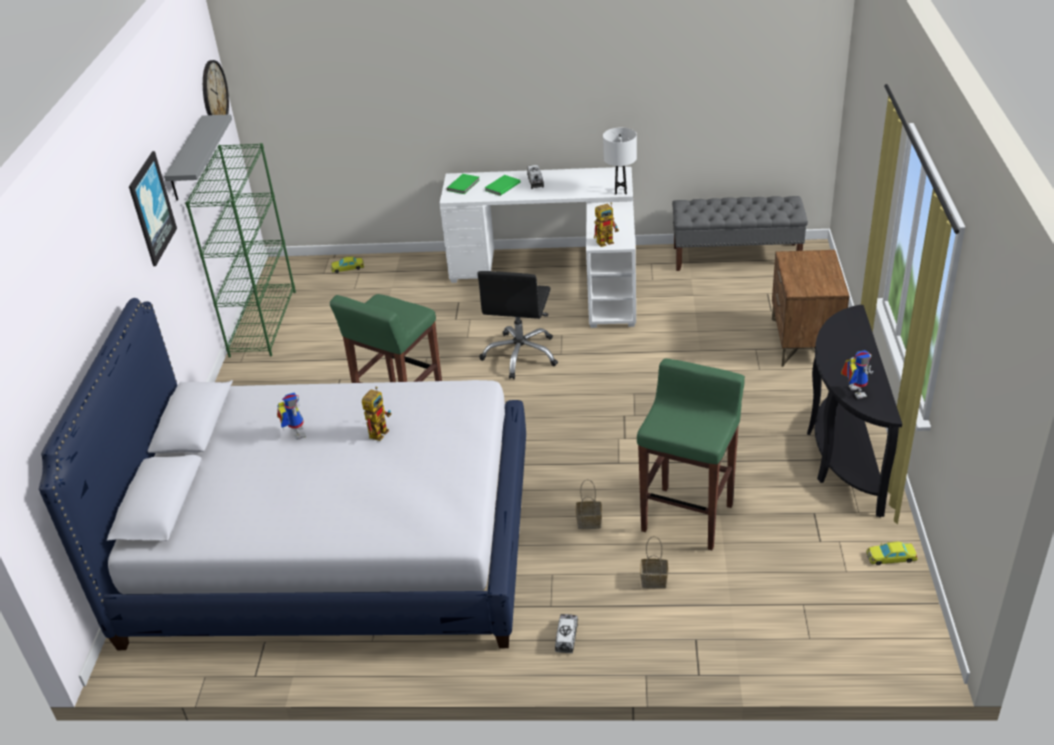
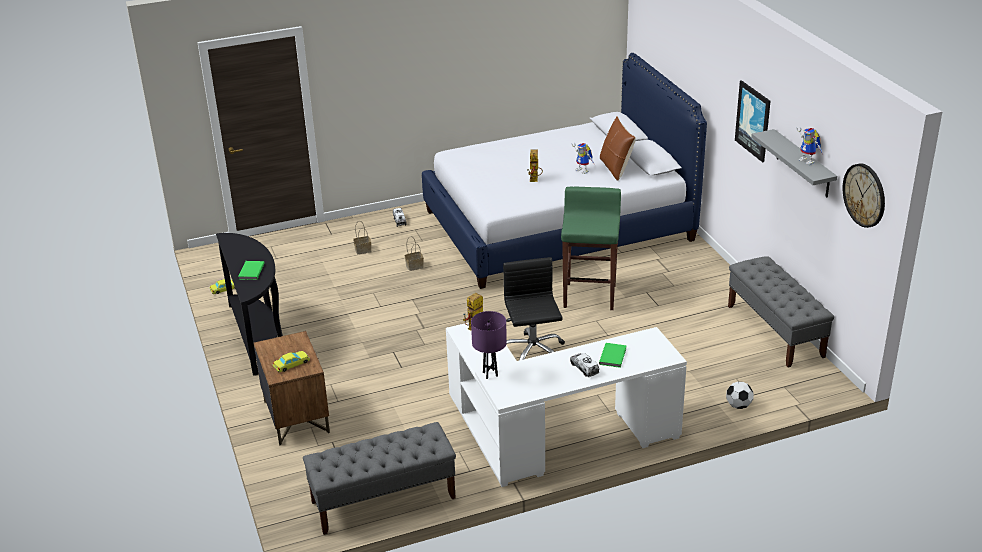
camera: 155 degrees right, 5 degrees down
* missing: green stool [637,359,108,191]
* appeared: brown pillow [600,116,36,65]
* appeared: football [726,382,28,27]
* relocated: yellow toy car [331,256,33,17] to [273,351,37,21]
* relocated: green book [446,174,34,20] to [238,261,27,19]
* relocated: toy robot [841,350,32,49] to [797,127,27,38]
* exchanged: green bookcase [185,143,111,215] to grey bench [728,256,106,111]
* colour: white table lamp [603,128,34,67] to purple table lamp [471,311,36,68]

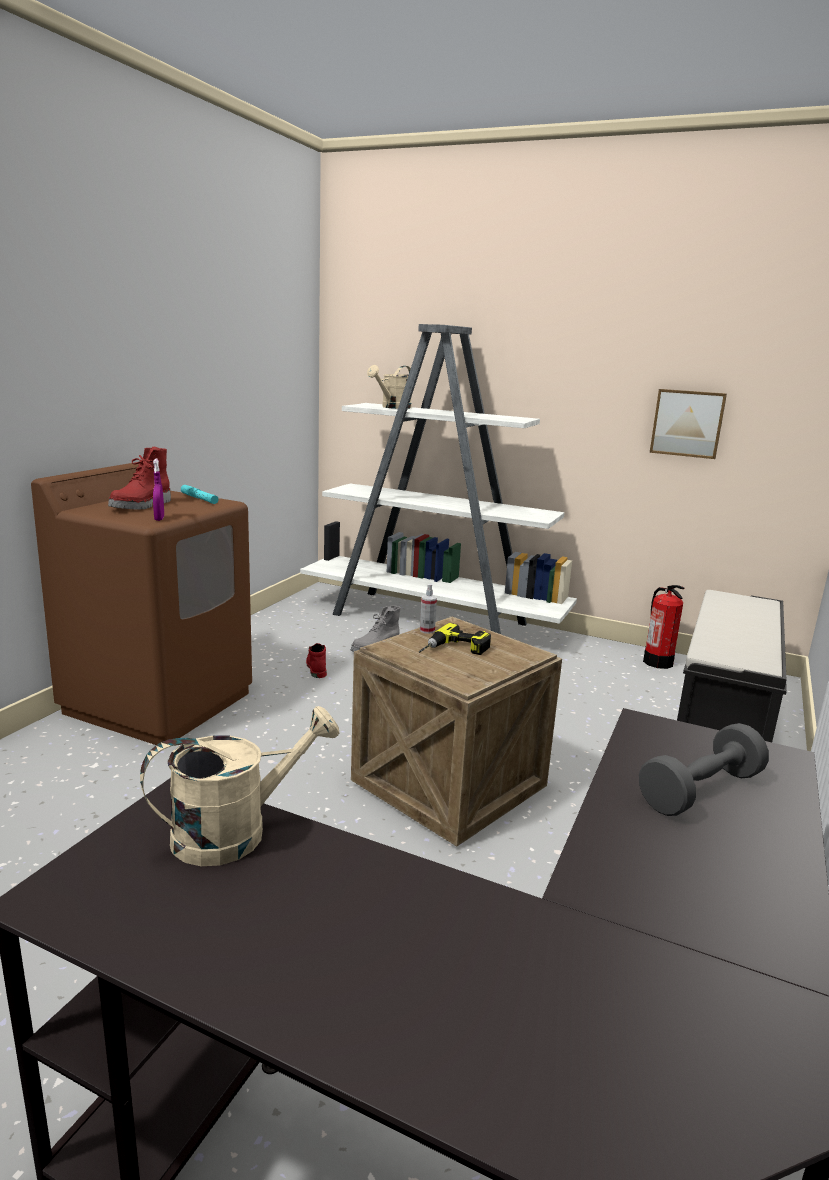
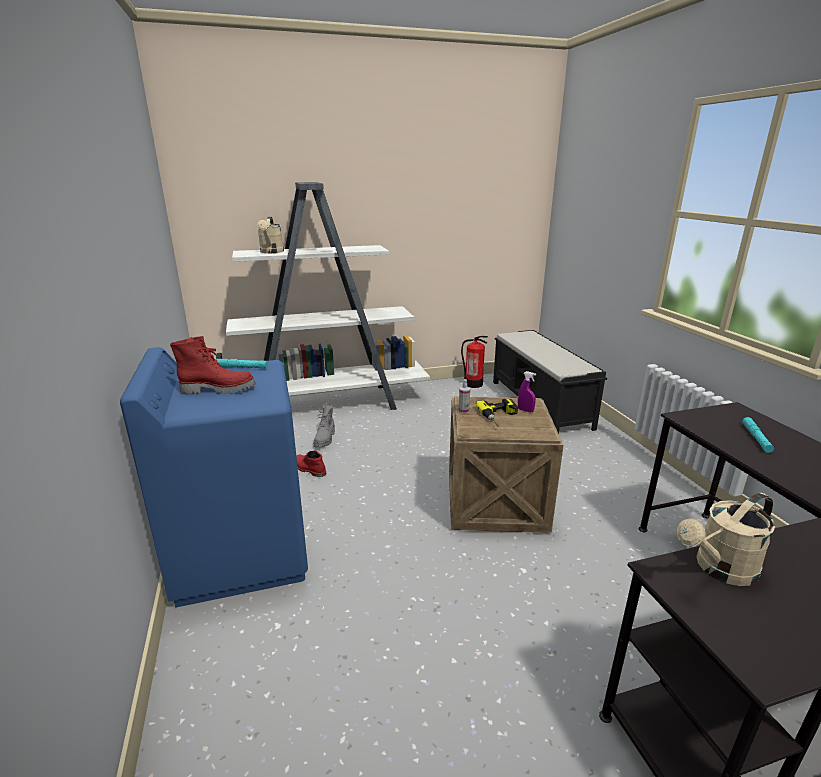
camera: 40 degrees left, 5 degrees up
* missing: picture [650,389,77,70]
* relocated: purple spray bottle [153,459,11,62] to [518,371,18,42]
* exchanged: grey dumbbell [639,723,130,93] to turquoise flashlight [742,417,32,36]
* colour: brown washing machine [31,462,221,283] to blue washing machine [120,347,188,261]
* spun: red boot [108,447,63,63] = [170,336,86,58] 75 degrees counterclockwise
* spun: beige watering can [140,706,200,160] = [677,493,98,93] 135 degrees counterclockwise

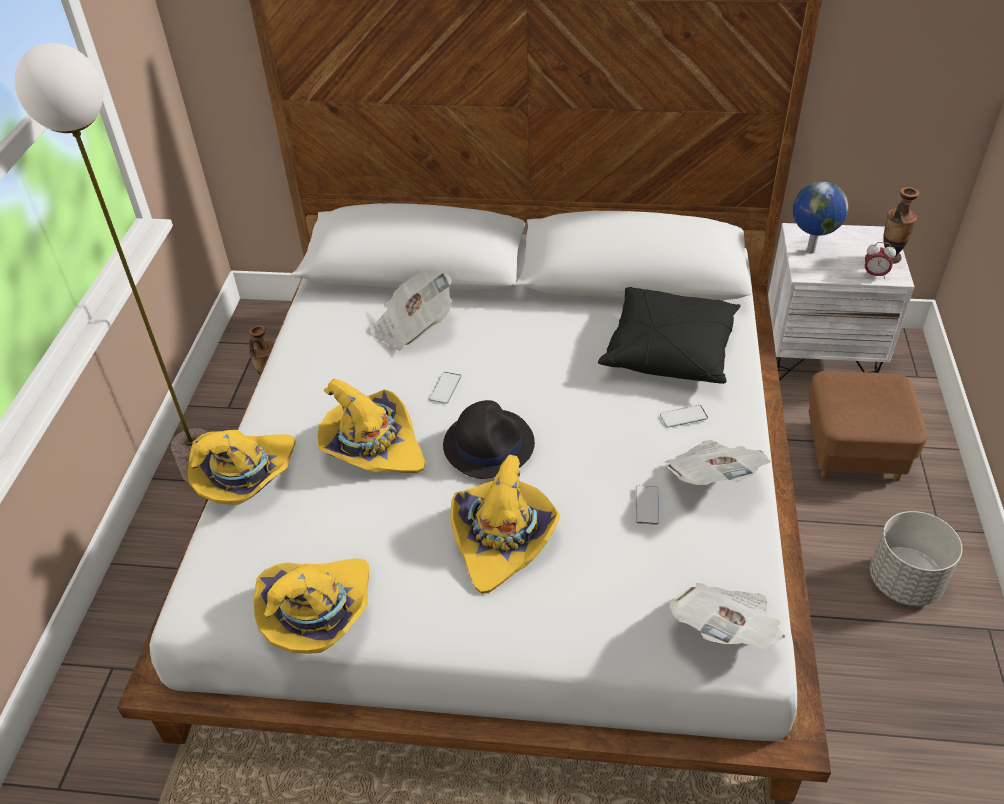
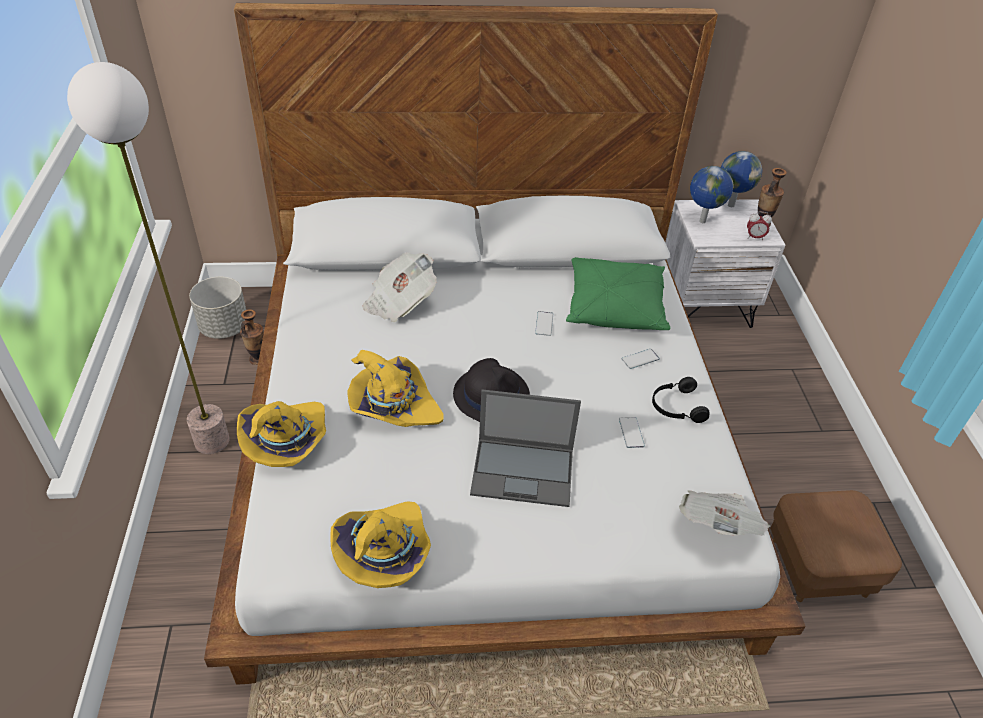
camera: 15 degrees left, 0 degrees up
* appeared: globe [721,151,41,56]
* relocated: phone [429,372,32,32] to [535,311,18,25]
* relocated: brown ottoman [808,371,120,110] to [770,490,132,112]
* relocated: grey planter [870,511,92,95] to [189,277,57,62]
* exchanged: yellow hat [450,454,110,140] to laptop [470,389,111,118]
* exchanged: newspaper [665,440,106,45] to black headphones [652,377,58,46]
* colour: black pillow [598,287,143,97] to green pillow [566,257,105,73]

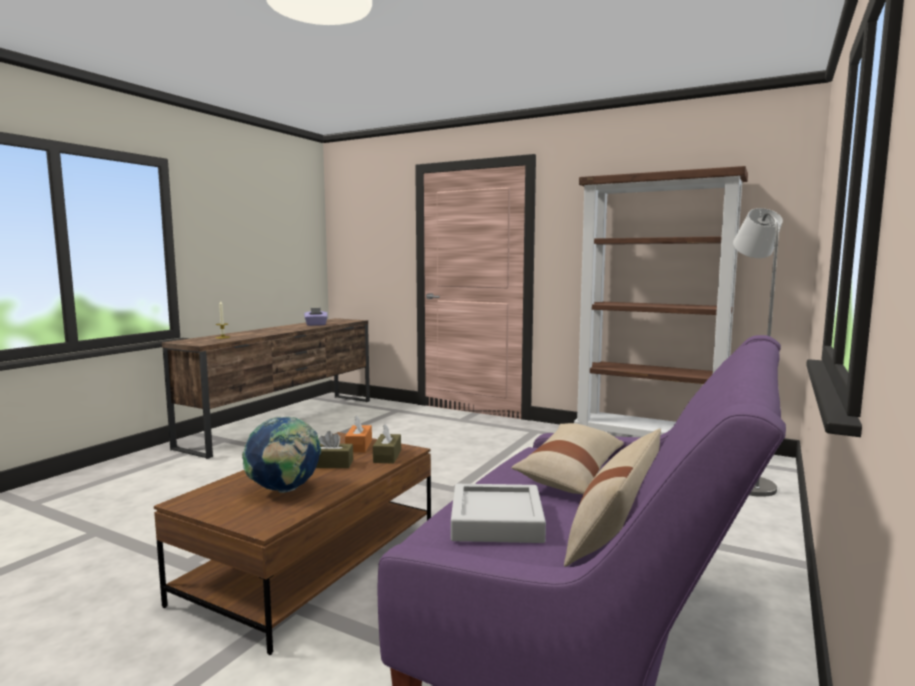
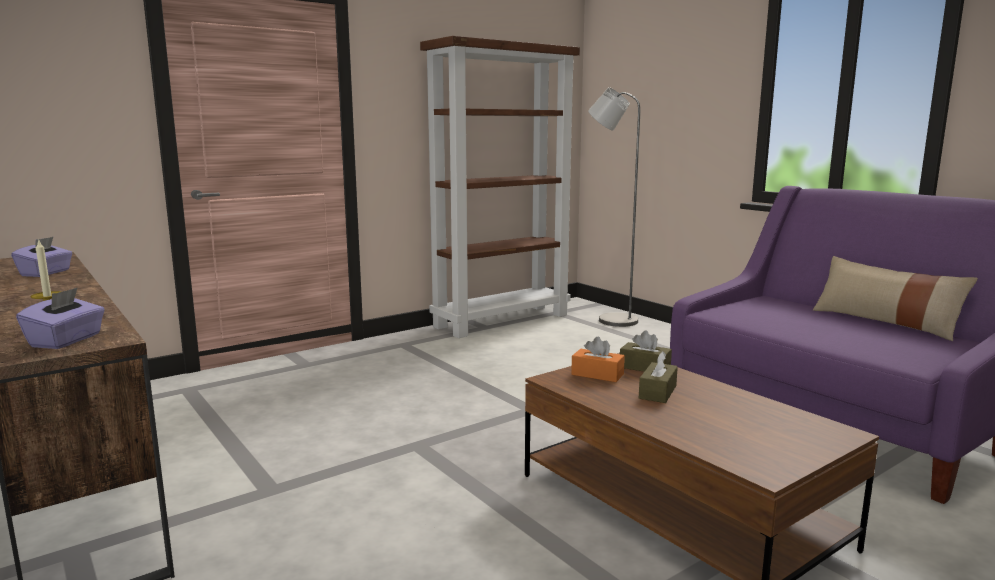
camera: 65 degrees left, 5 degrees up
* missing: globe [242,416,79,77]
* missing: grey tray [451,484,95,59]
* missing: beige pillow [511,423,113,72]
* appeared: purple tissue box [16,287,89,62]

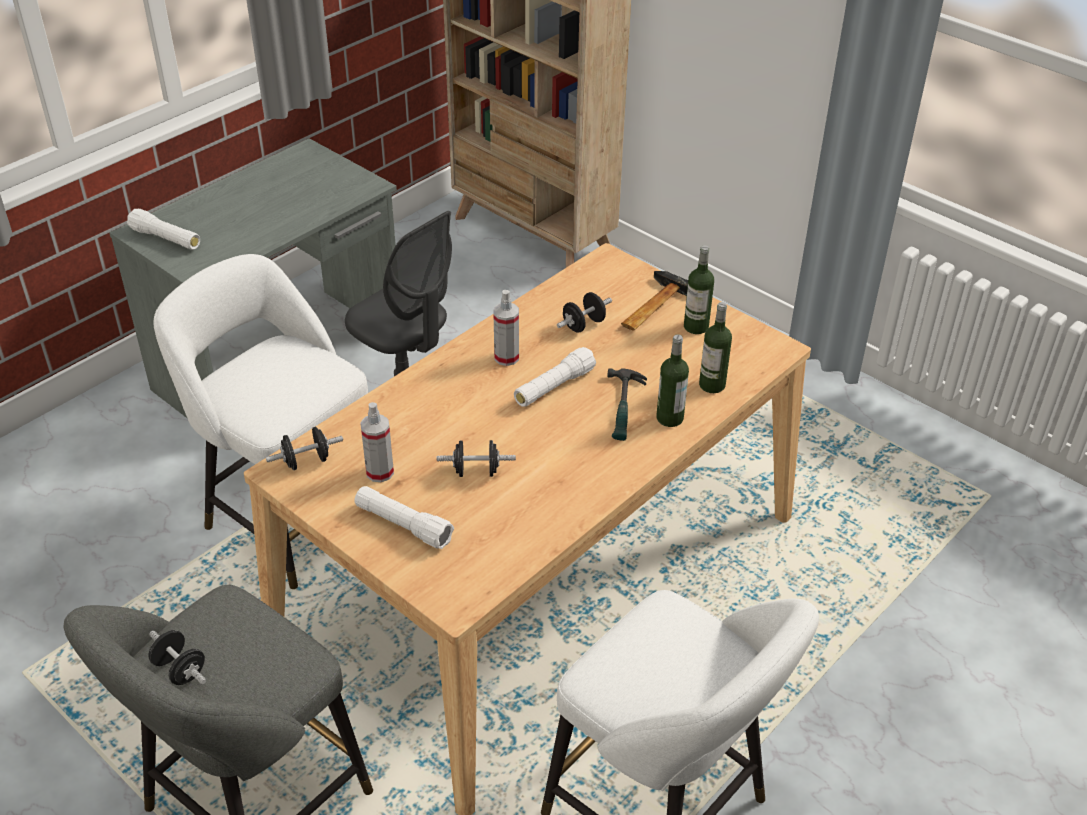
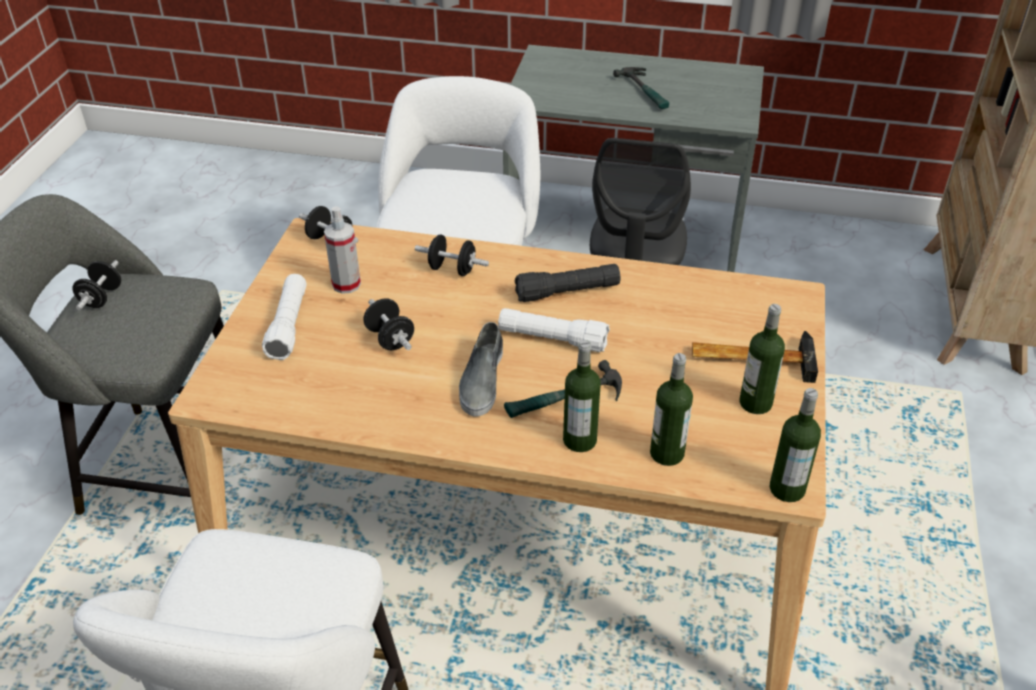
camera: 60 degrees right, 0 degrees up
* missing: white flashlight [127,209,73,41]
* appeared: grey shoe [459,322,44,95]
* appeared: hammer [613,67,56,42]
* appeared: bottle [770,388,51,114]
* relocated: black dumbbell [557,292,55,41] to [415,235,74,41]
* exchanged: spray bottle [493,290,26,76] to black flashlight [515,264,105,38]

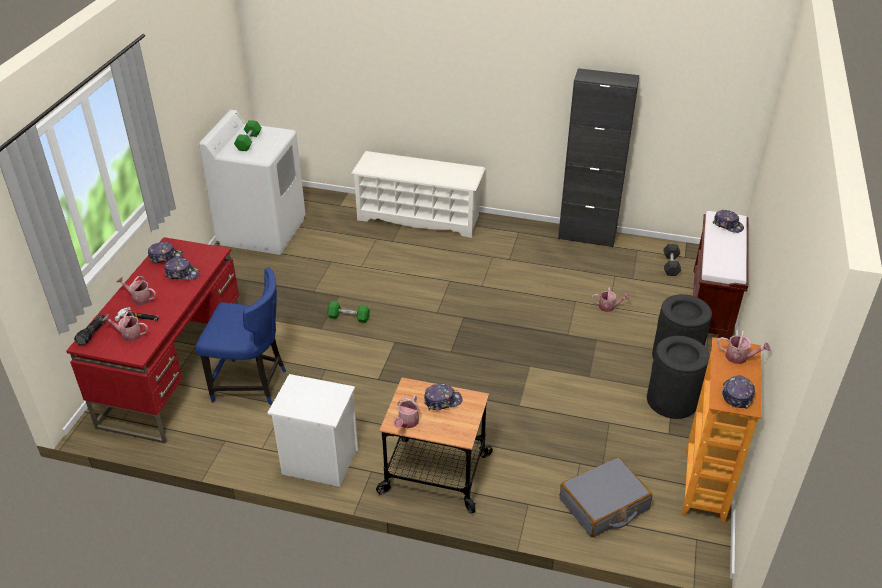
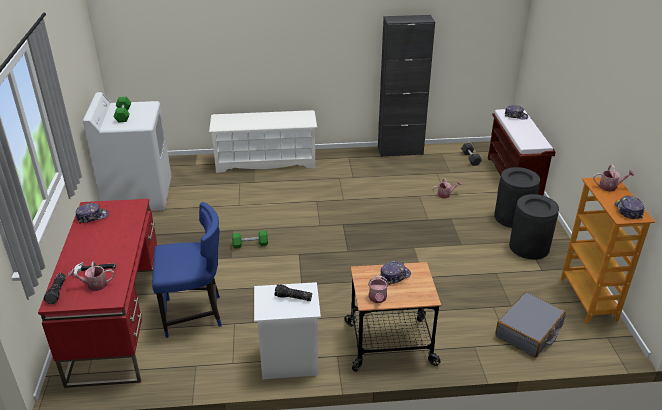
camera: 20 degrees left, 5 degrees down
* missing: watering can [116,276,40,29]
* missing: cap [164,258,36,22]
* appeared: flashlight [274,284,38,17]

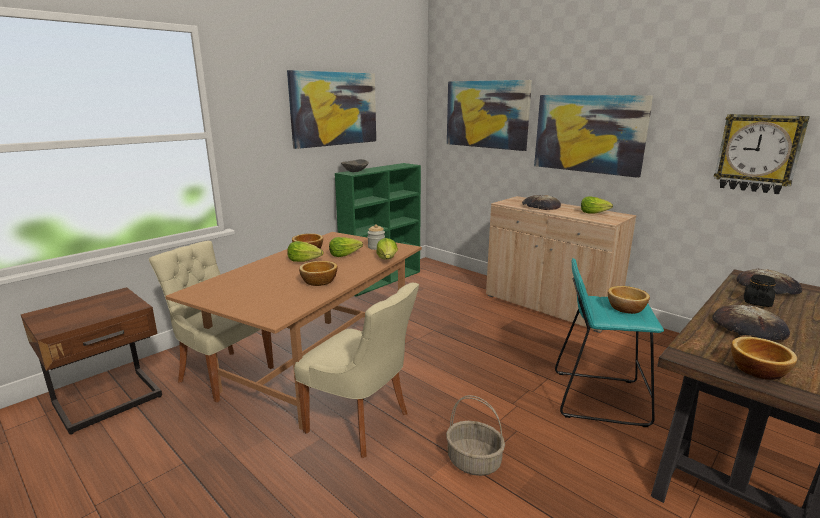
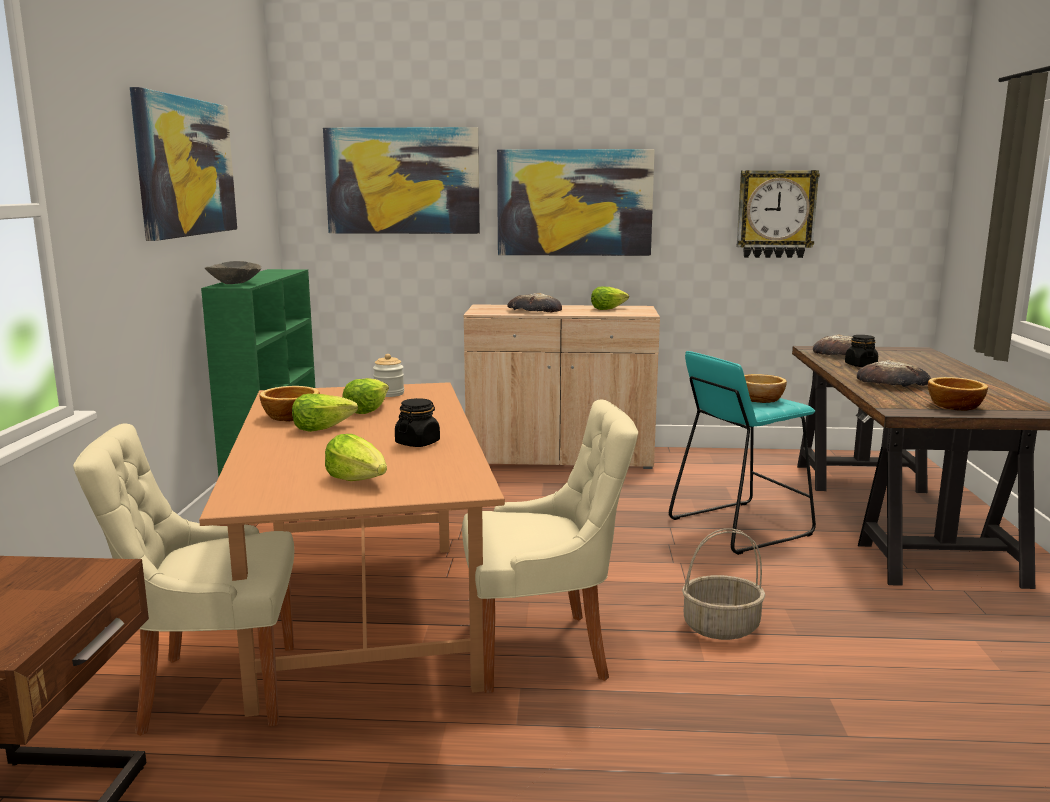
camera: 40 degrees left, 5 degrees down
* relocated: lettuce [376,238,22,21] to [325,434,62,47]
* exchanged: bowl [299,261,39,25] to black jar [395,398,45,49]

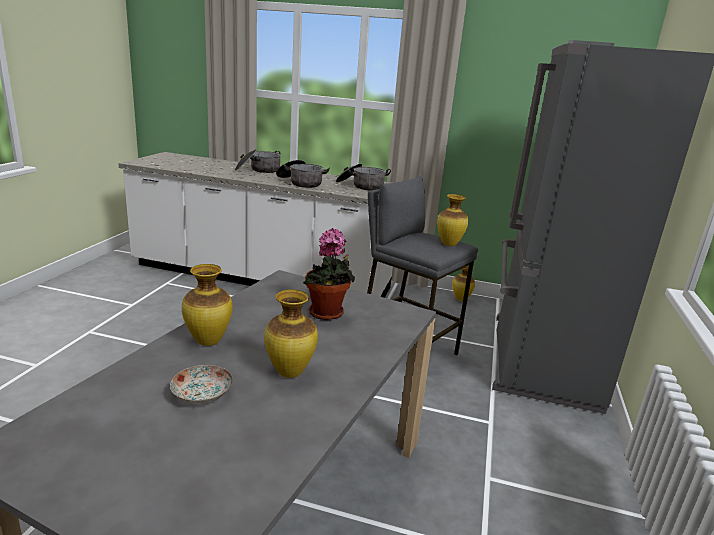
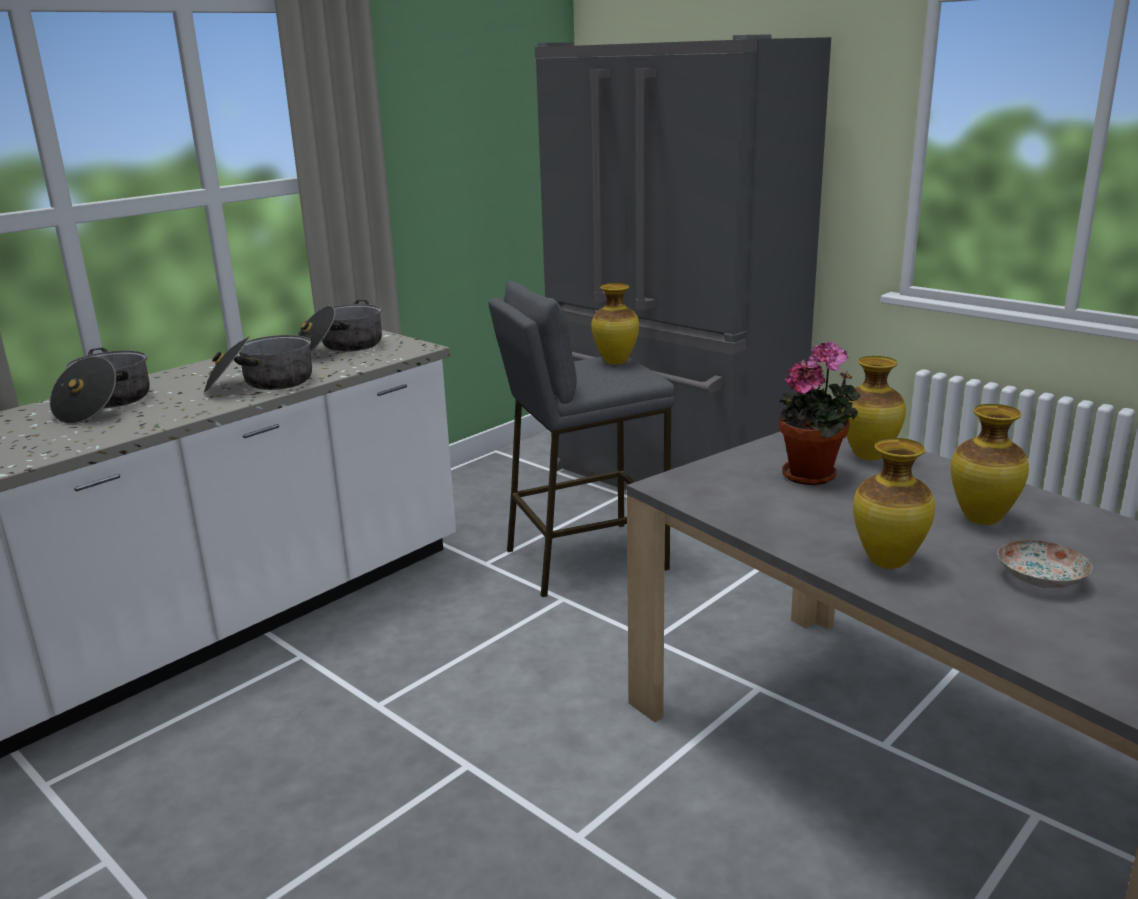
camera: 60 degrees left, 0 degrees up
* relocated: vase [452,265,23,36] to [842,356,64,104]

